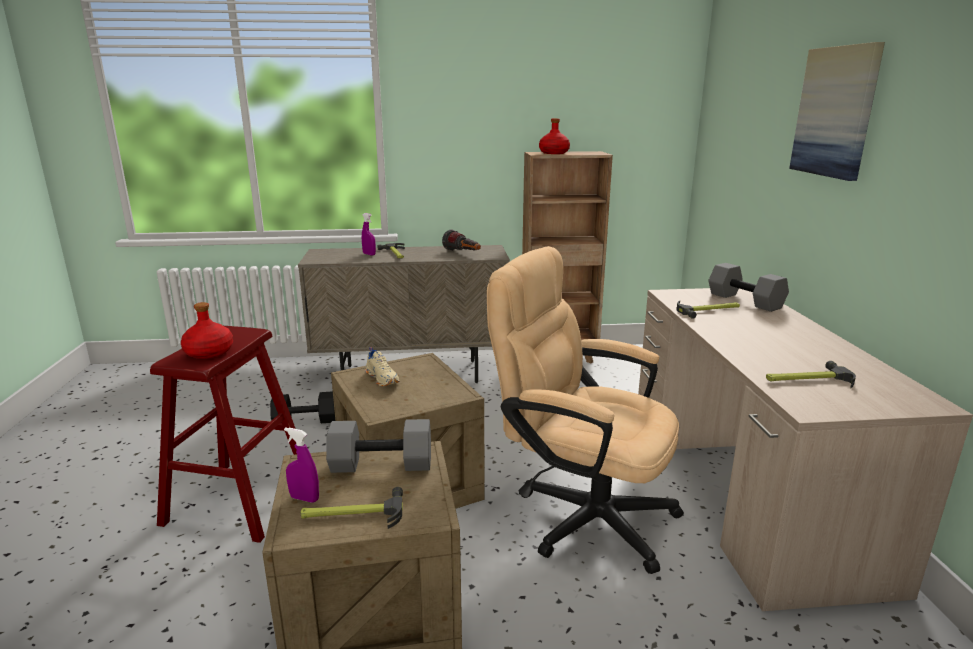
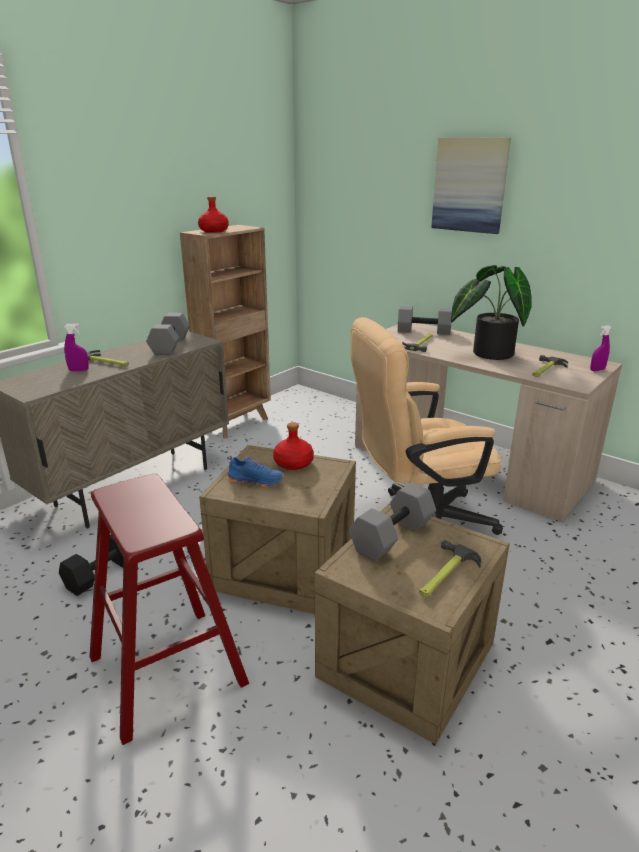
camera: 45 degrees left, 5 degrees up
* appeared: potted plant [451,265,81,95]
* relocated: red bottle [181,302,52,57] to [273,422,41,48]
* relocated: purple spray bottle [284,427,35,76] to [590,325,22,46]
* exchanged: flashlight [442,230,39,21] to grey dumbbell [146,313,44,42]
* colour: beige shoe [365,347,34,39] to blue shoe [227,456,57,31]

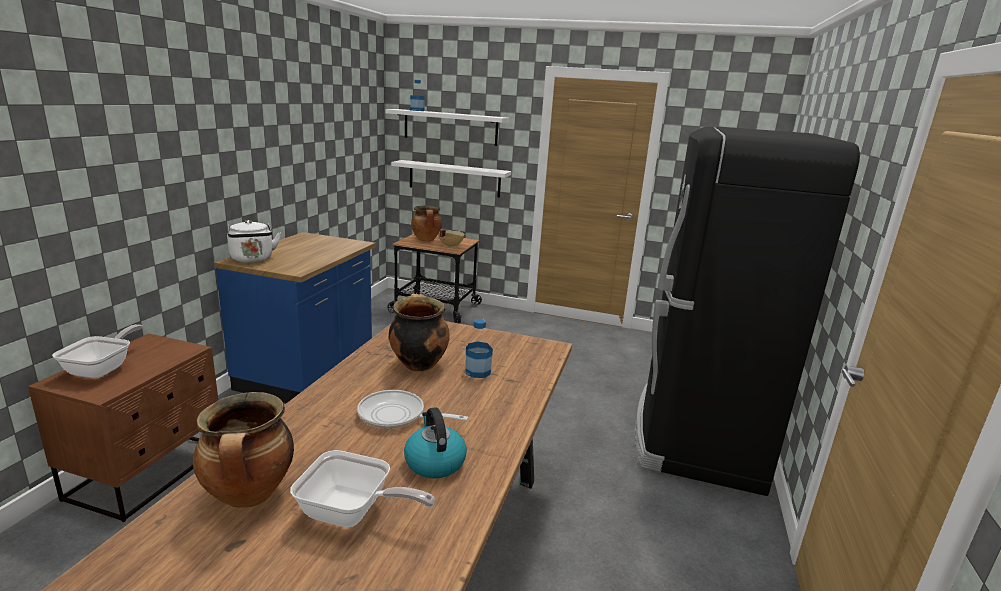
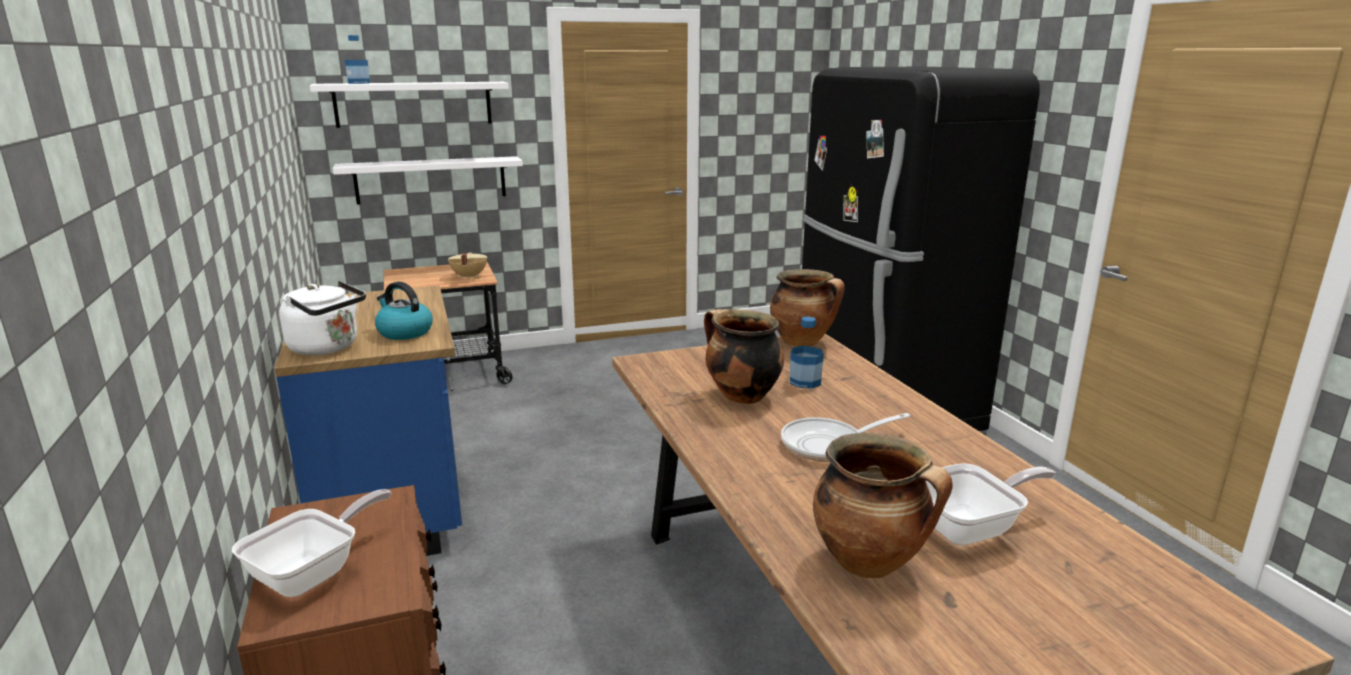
camera: 35 degrees left, 0 degrees up
* relocated: kettle [404,407,63,72] to [375,282,58,58]
* relocated: cooking pot [411,206,31,35] to [770,269,75,78]
* spun: frying pan [52,324,90,54] = [232,489,159,108] 60 degrees clockwise

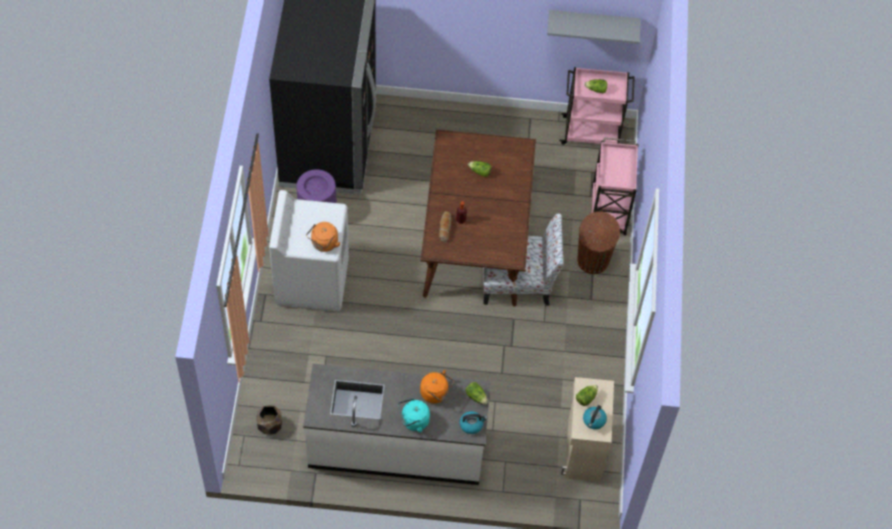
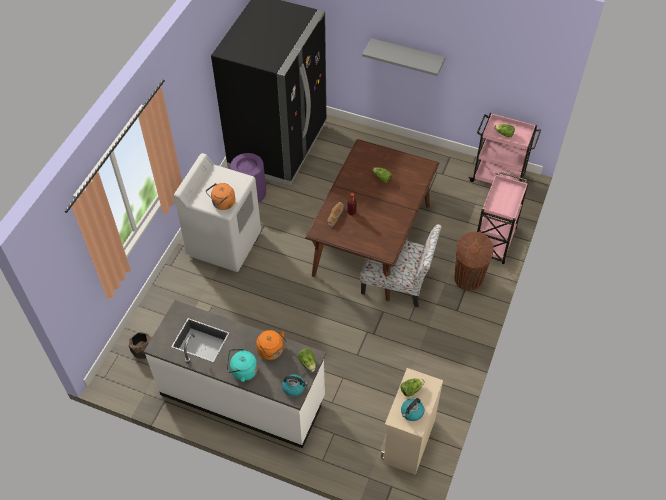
camera: 20 degrees right, 5 degrees down
* relocated: grey shelf [547,10,94,34] to [362,38,83,38]

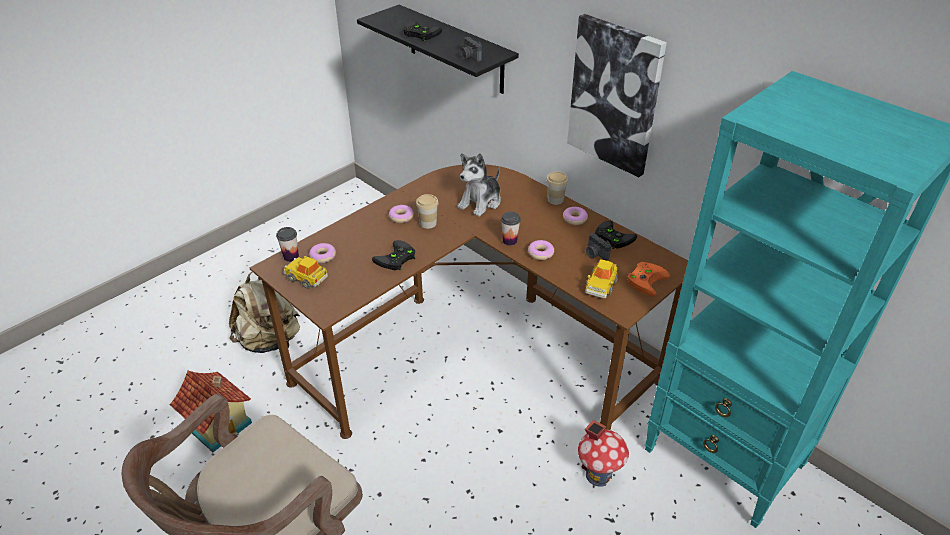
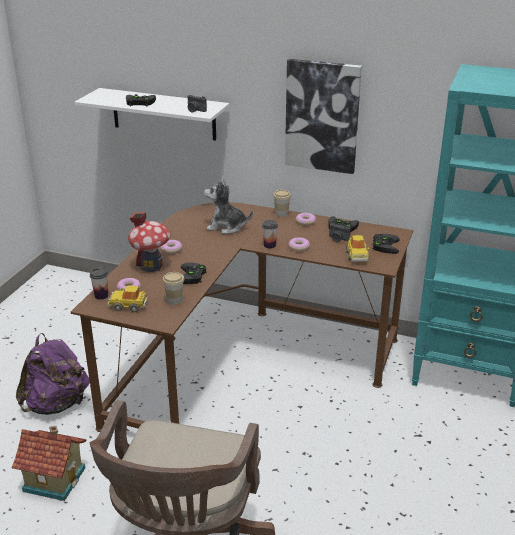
camera: 25 degrees left, 10 degrees down
* relocated: cup [416,194,23,35] to [163,272,21,33]
* relocated: toy house [578,420,51,67] to [128,212,43,60]
* colour: beige backpack [229,272,71,81] to purple backpack [16,333,74,82]
* colour: black shelf [357,5,162,89] to white shelf [75,88,154,53]
* colour: orange game controller [626,262,44,35] to black game controller [372,234,28,20]
* spun: plush toy [457,153,44,64] = [204,179,49,55] 90 degrees clockwise

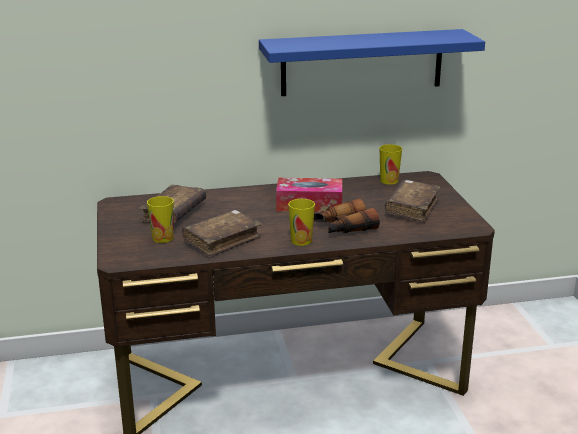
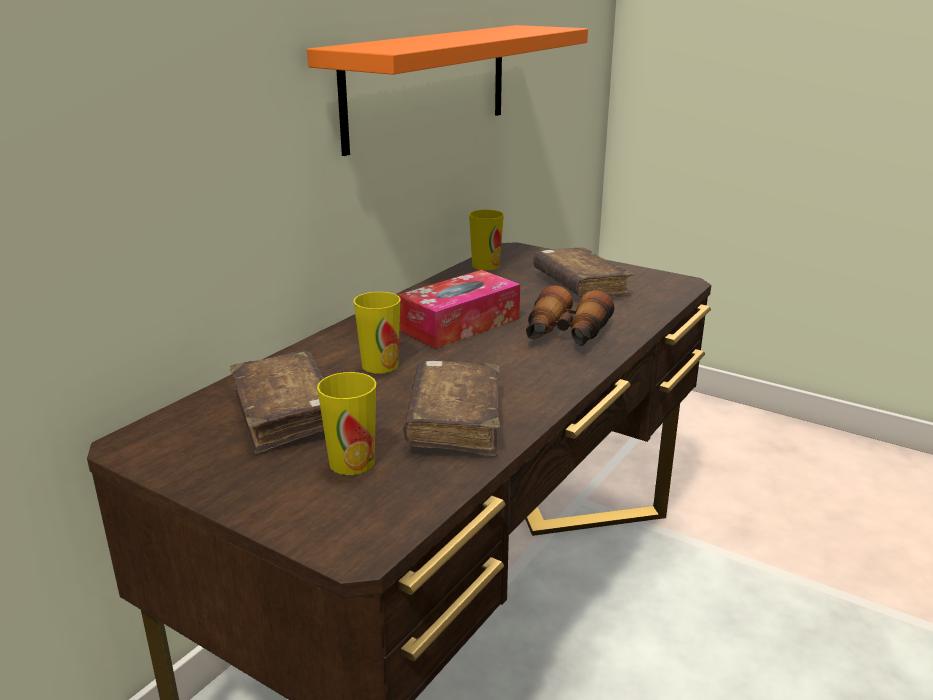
camera: 45 degrees left, 0 degrees up
* relocated: cup [288,199,27,47] to [353,292,48,82]
* colour: blue shelf [259,29,226,67] to orange shelf [307,25,281,131]

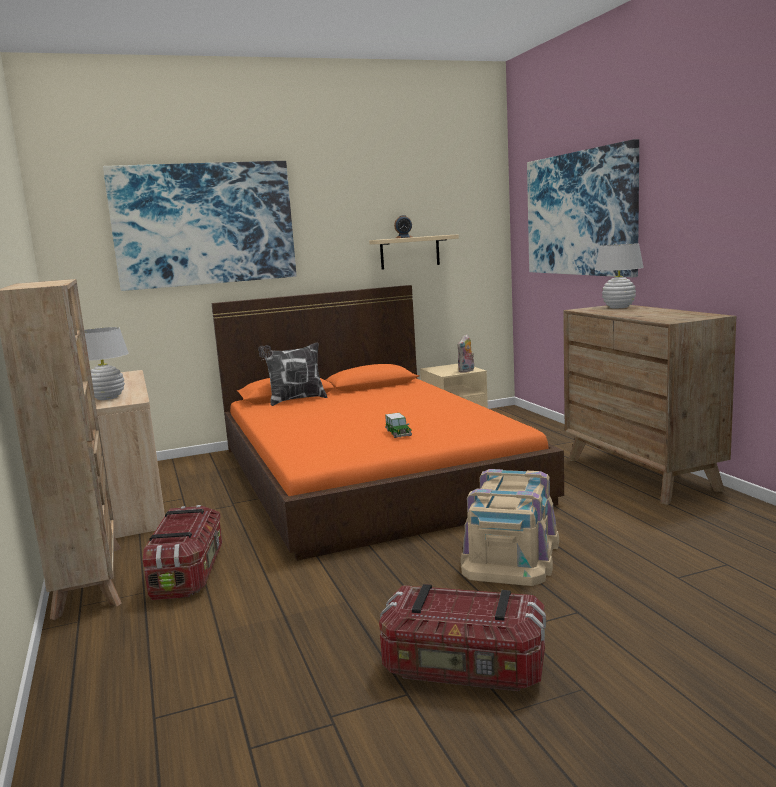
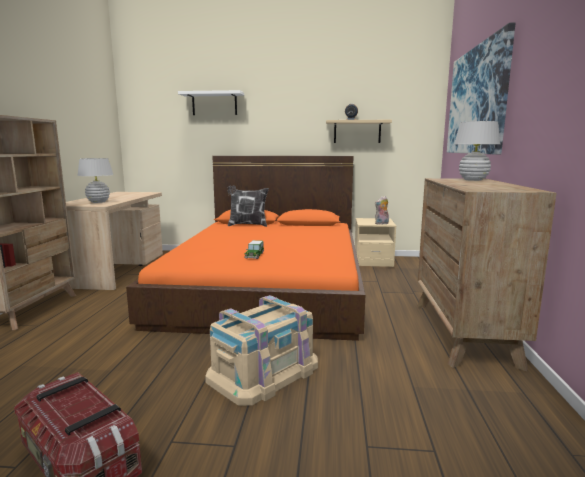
camera: 25 degrees right, 0 degrees up
* missing: storage box [143,505,79,95]
* exchanged: picture [103,161,193,130] to white shelf [178,90,66,25]

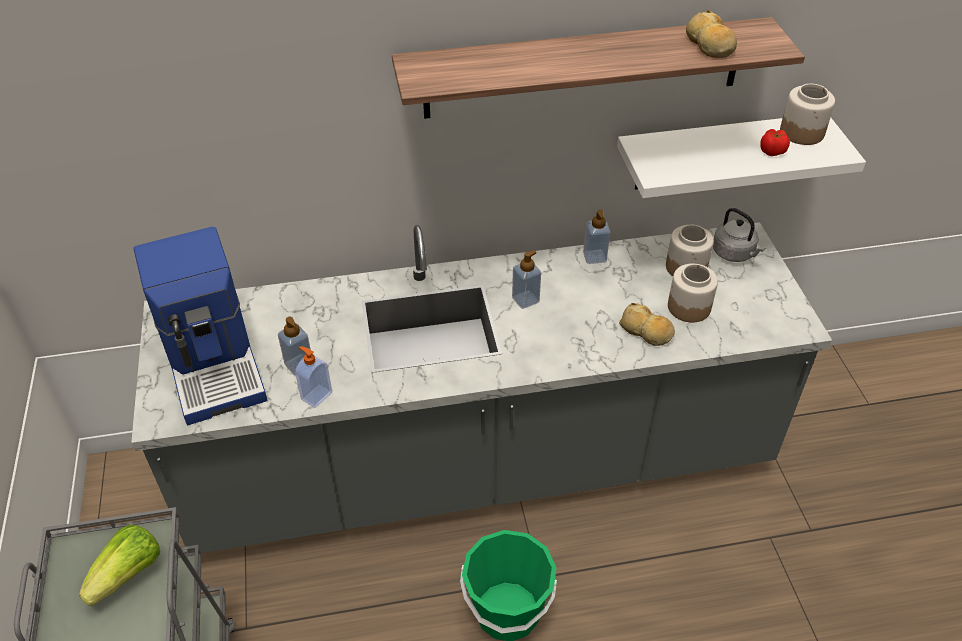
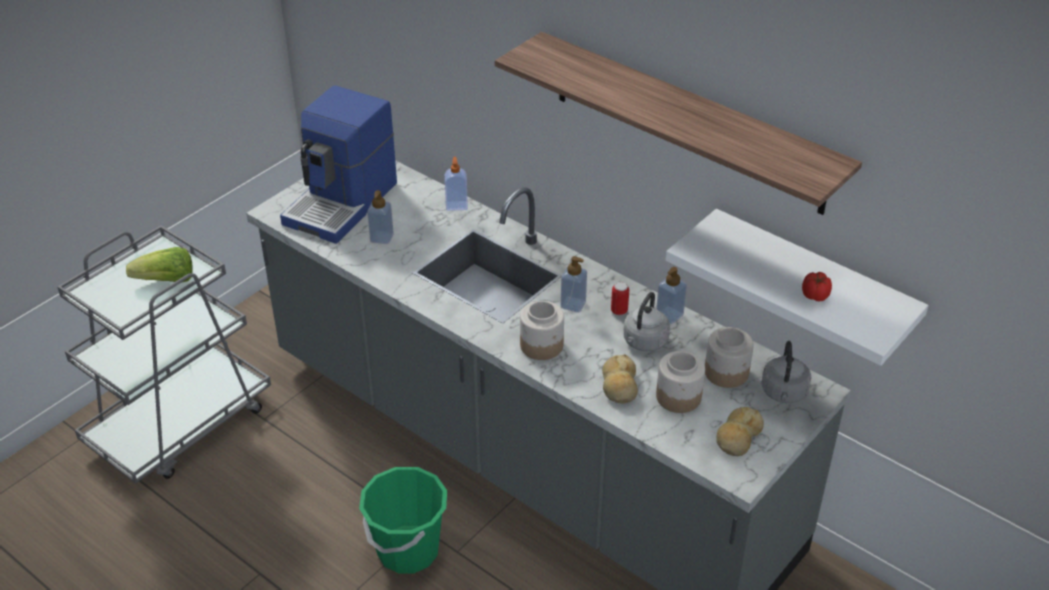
camera: 50 degrees right, 5 degrees down
* appeared: can [611,282,18,33]
* appeared: grey kettle [623,292,47,59]
* relocated: soap dispenser [295,346,37,62] to [445,157,23,54]
* relocated: bread [686,10,51,48] to [716,407,48,49]
* relocated: jar [780,84,55,61] to [520,301,44,59]

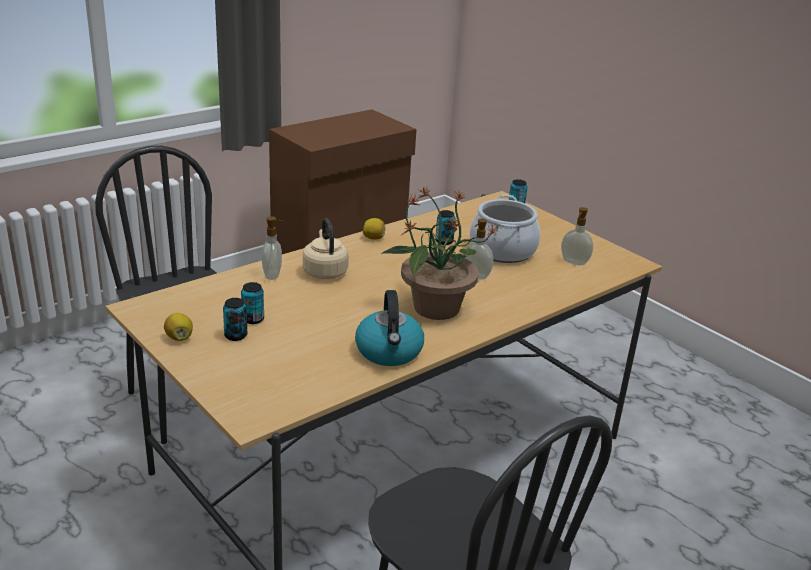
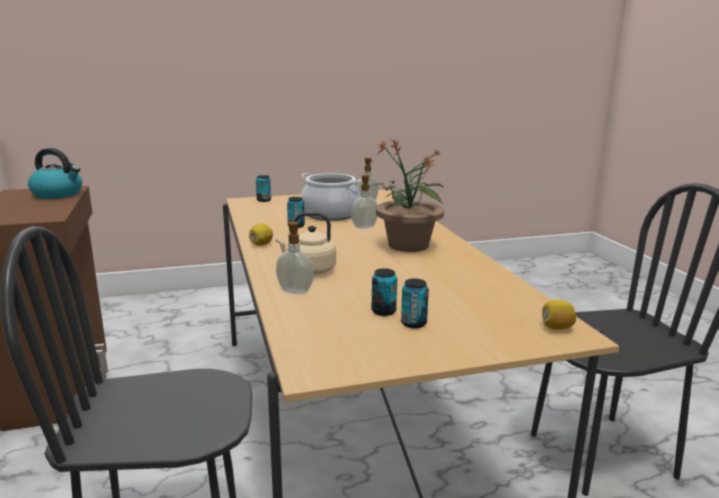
camera: 65 degrees left, 10 degrees down
* relocated: lemon [164,313,29,28] to [542,300,34,30]
* relocated: kettle [355,290,69,76] to [28,148,54,51]

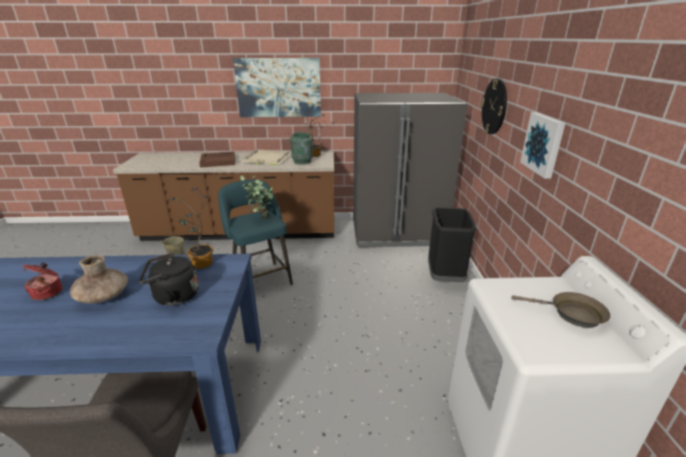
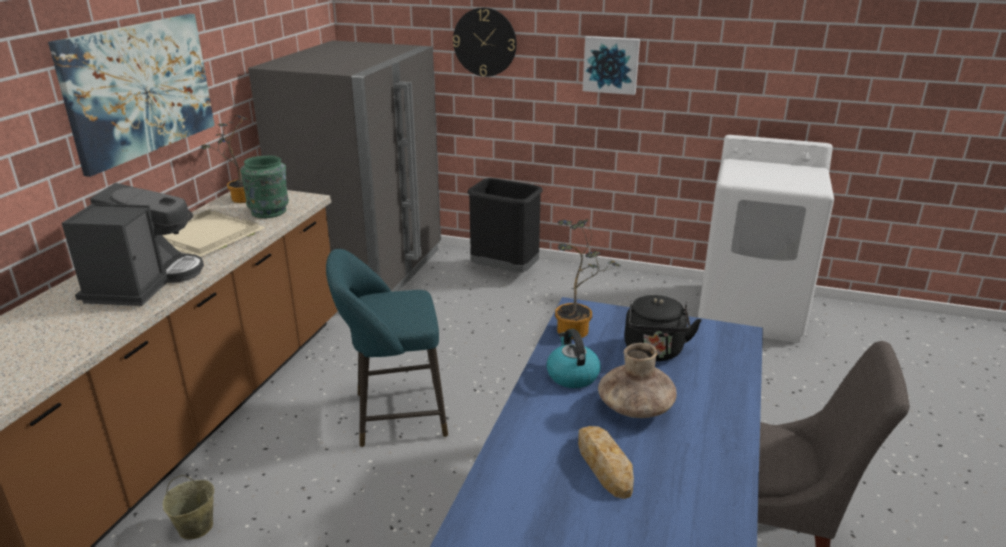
camera: 70 degrees left, 0 degrees up
* missing: potted plant [240,176,34,43]
* missing: brown frying pan [511,292,100,36]
* appeared: kettle [546,329,55,59]
* exchanged: cooking pot [23,263,40,37] to bread [578,426,56,73]
* exchanged: brown tray [199,152,36,16] to coffee machine [62,183,142,123]

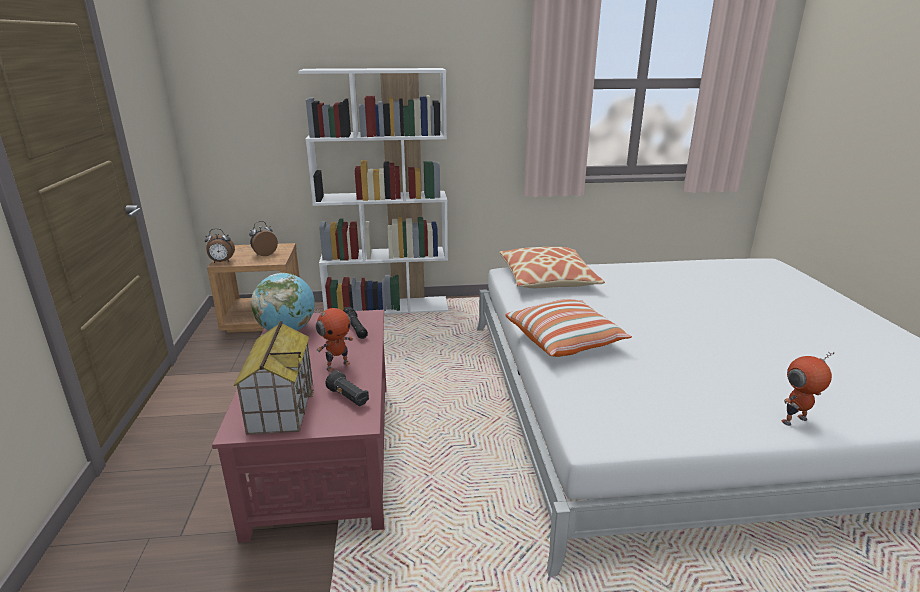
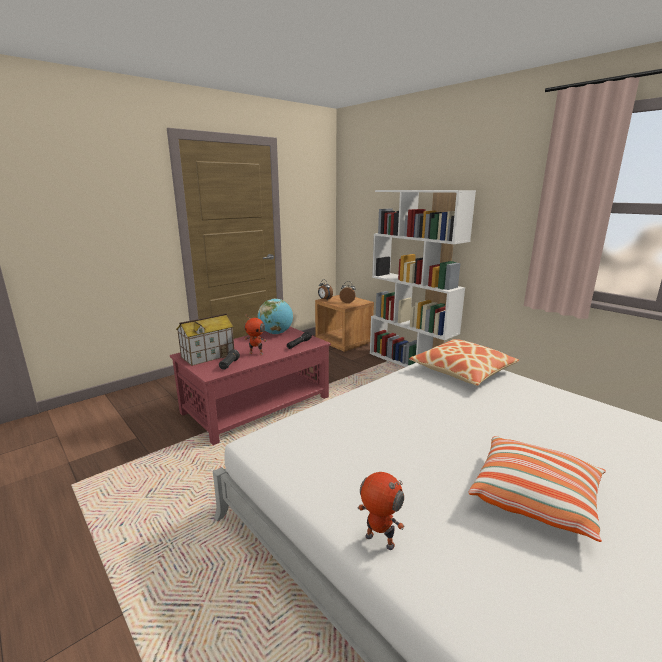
camera: 55 degrees right, 5 degrees down
* relocated: pillow [505,299,127,58] to [468,436,138,106]

